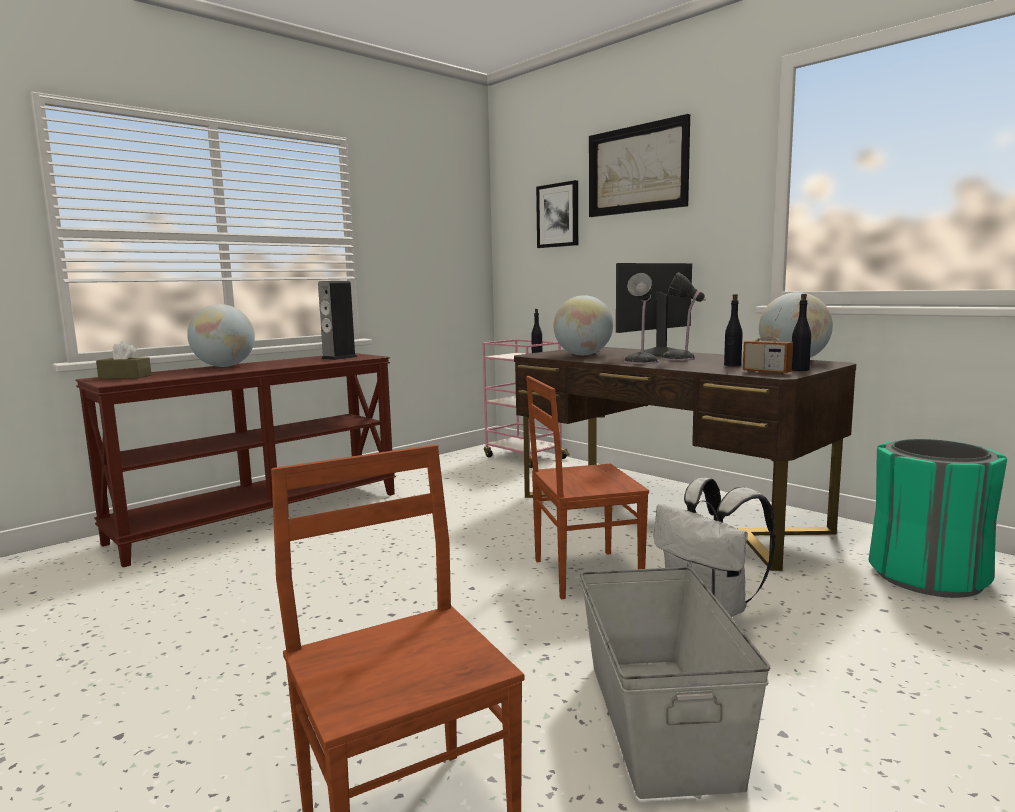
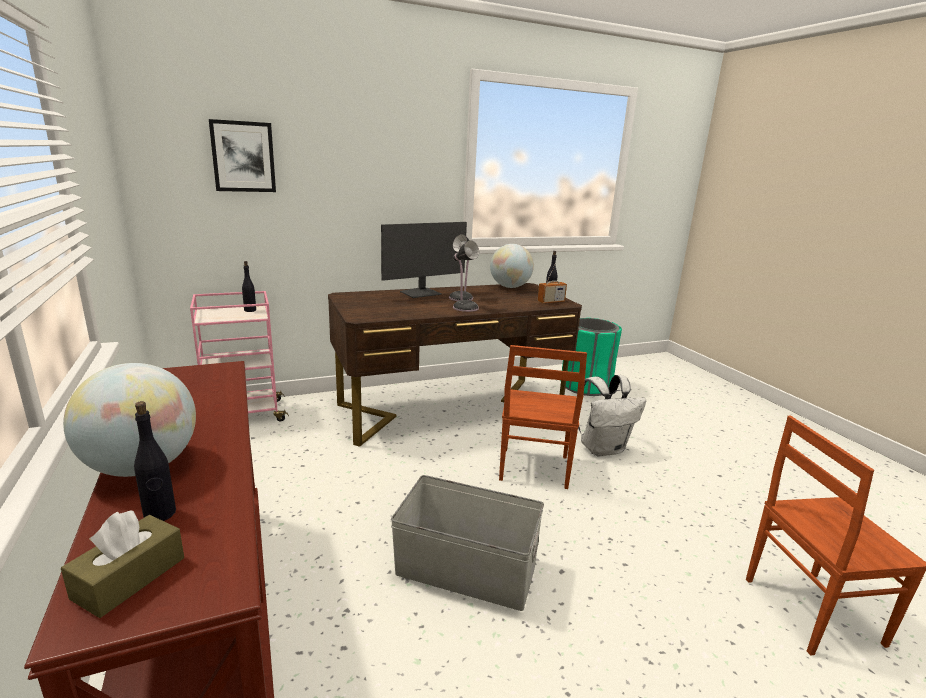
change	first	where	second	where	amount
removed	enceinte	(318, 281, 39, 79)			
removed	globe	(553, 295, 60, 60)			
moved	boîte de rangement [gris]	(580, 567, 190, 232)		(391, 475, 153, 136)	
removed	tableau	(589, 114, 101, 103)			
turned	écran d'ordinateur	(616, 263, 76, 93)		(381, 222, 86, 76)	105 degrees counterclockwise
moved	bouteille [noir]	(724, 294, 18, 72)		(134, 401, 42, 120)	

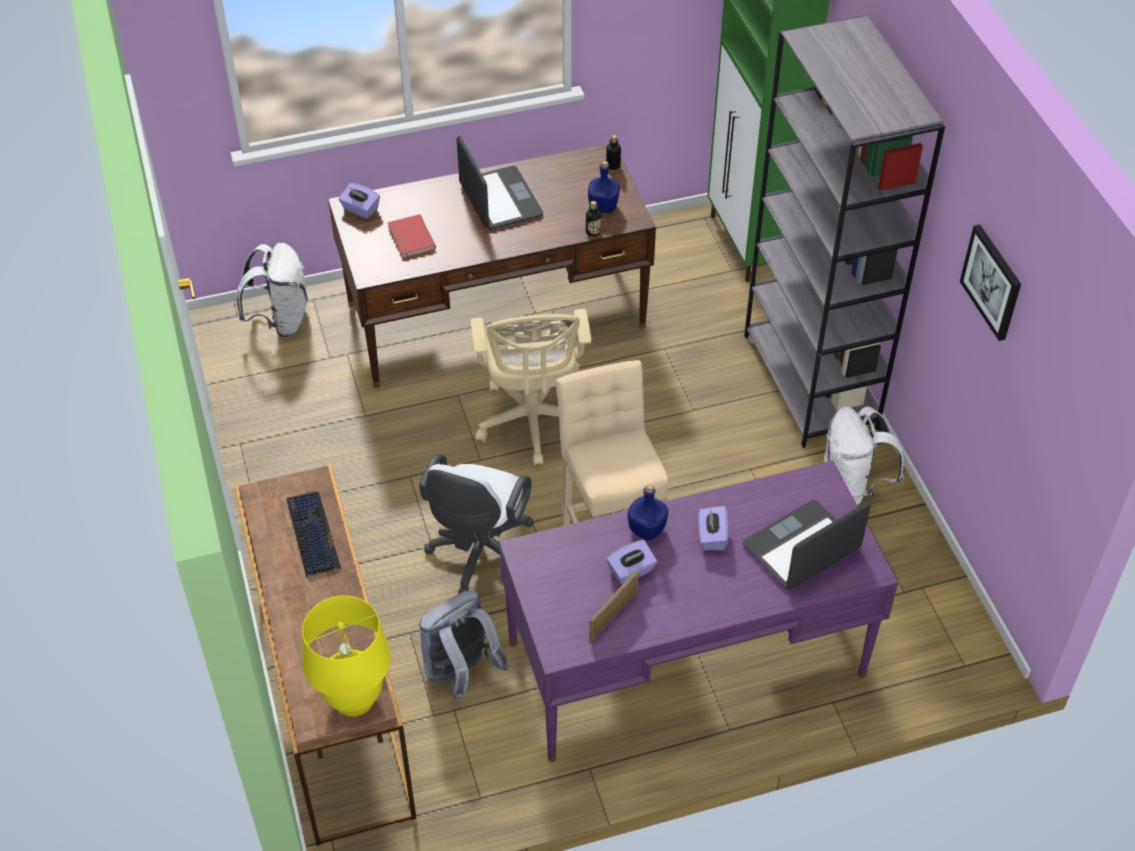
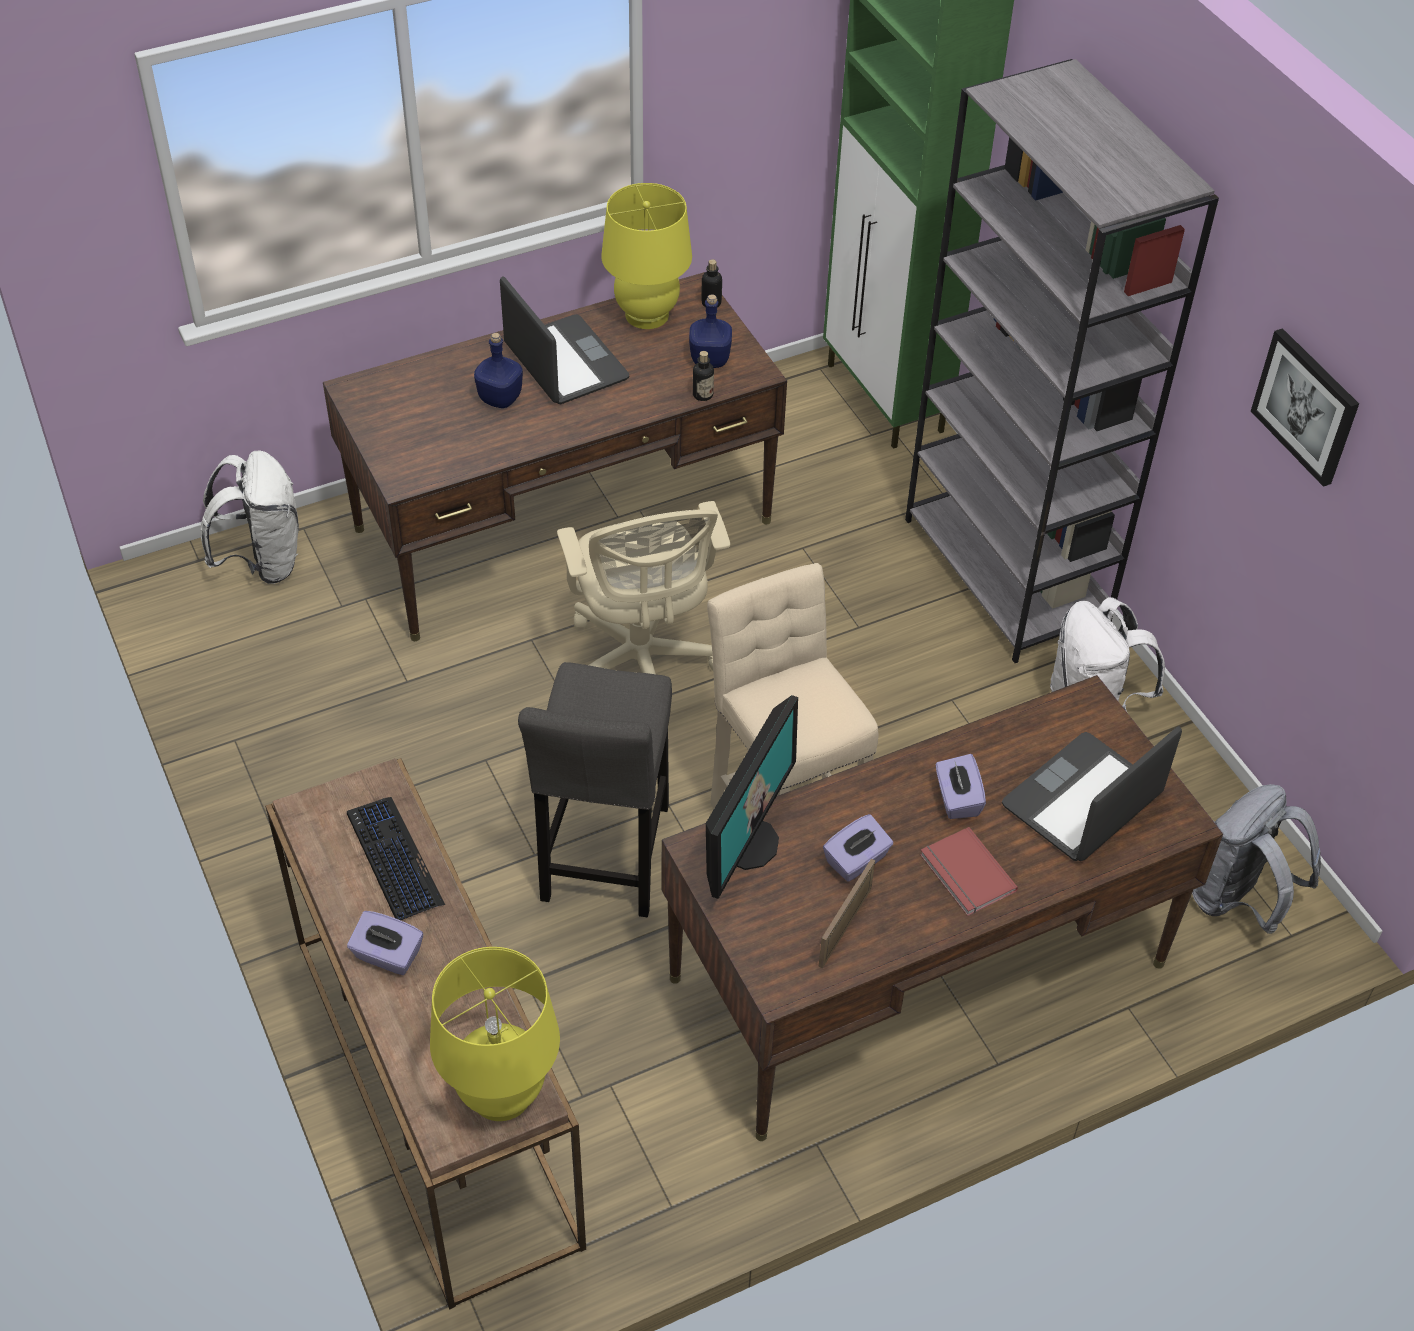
change	first	where	second	where	amount
moved	boîte à mouchoirs [violet]	(339, 183, 41, 36)		(347, 911, 76, 64)	
moved	livre [rouge]	(387, 214, 49, 44)		(920, 827, 98, 89)	
replaced	chaise de bureau [blanc]	(419, 454, 116, 140)	tabouret [gris]	(518, 662, 154, 255)	
moved	sac à dos [gris]	(419, 590, 91, 111)		(1192, 784, 129, 150)	
recoloured	bureau [violet]	(499, 461, 399, 301)	bureau [marron]	(662, 675, 561, 466)	
moved	bouteille [bleu]	(628, 484, 40, 56)		(474, 333, 49, 75)	
added			lampe de table [jaune]	(601, 183, 91, 146)	
added			écran d'ordinateur	(706, 695, 92, 204)	

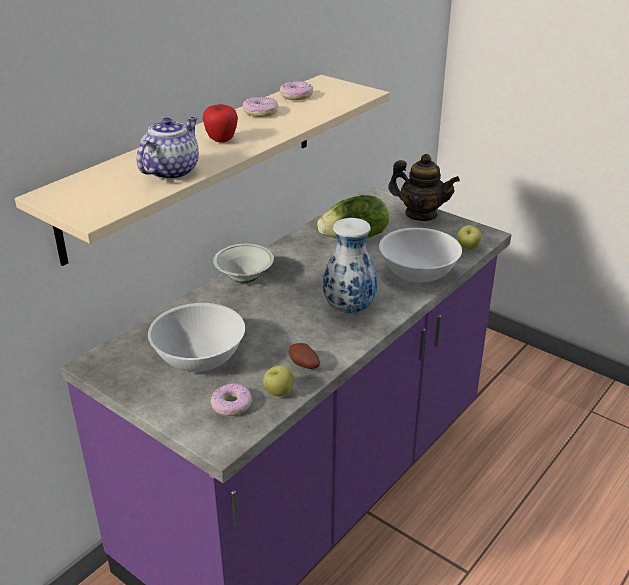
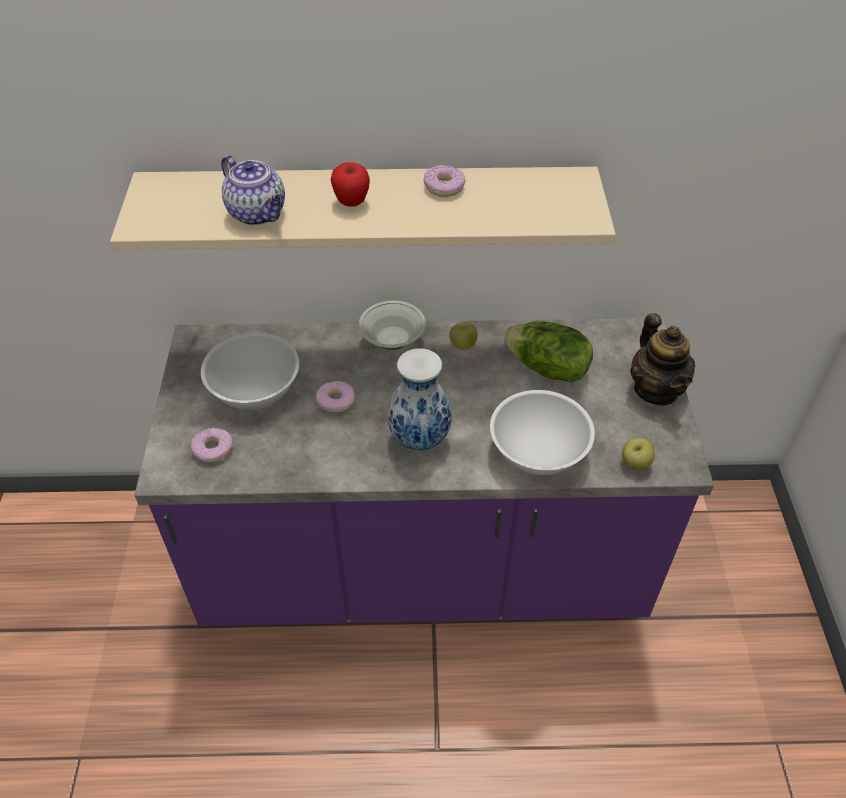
change	first	where	second	where	amount
turned	théière	(137, 117, 62, 63)		(221, 155, 64, 70)	60 degrees clockwise
moved	pomme	(263, 366, 31, 30)		(449, 322, 29, 28)	
moved	beignet	(280, 81, 33, 19)		(316, 381, 39, 32)	
removed	pomme de terre	(289, 343, 31, 26)			

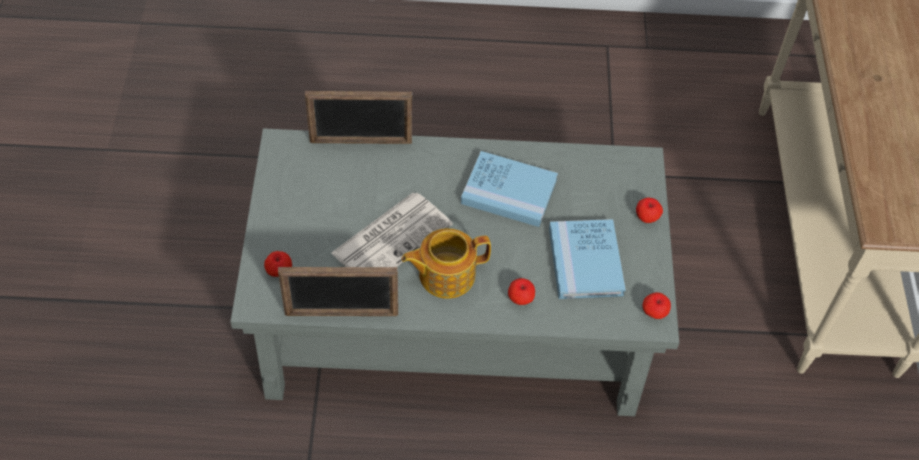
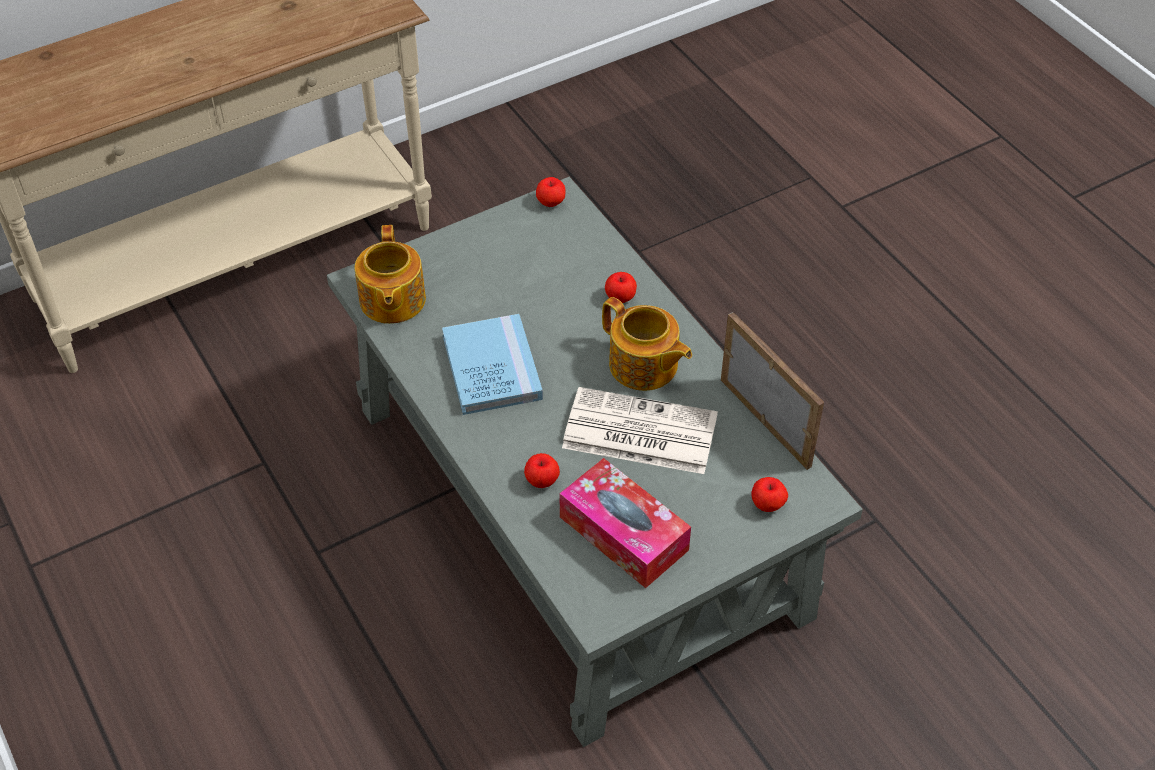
change	first	where	second	where	amount
removed	cadre photo	(305, 91, 107, 53)			
removed	livre [bleu]	(549, 219, 77, 80)			
moved	pomme	(636, 198, 27, 25)		(524, 453, 36, 35)	
added			théière	(355, 225, 71, 99)	
added			boîte à mouchoirs	(559, 458, 132, 130)	

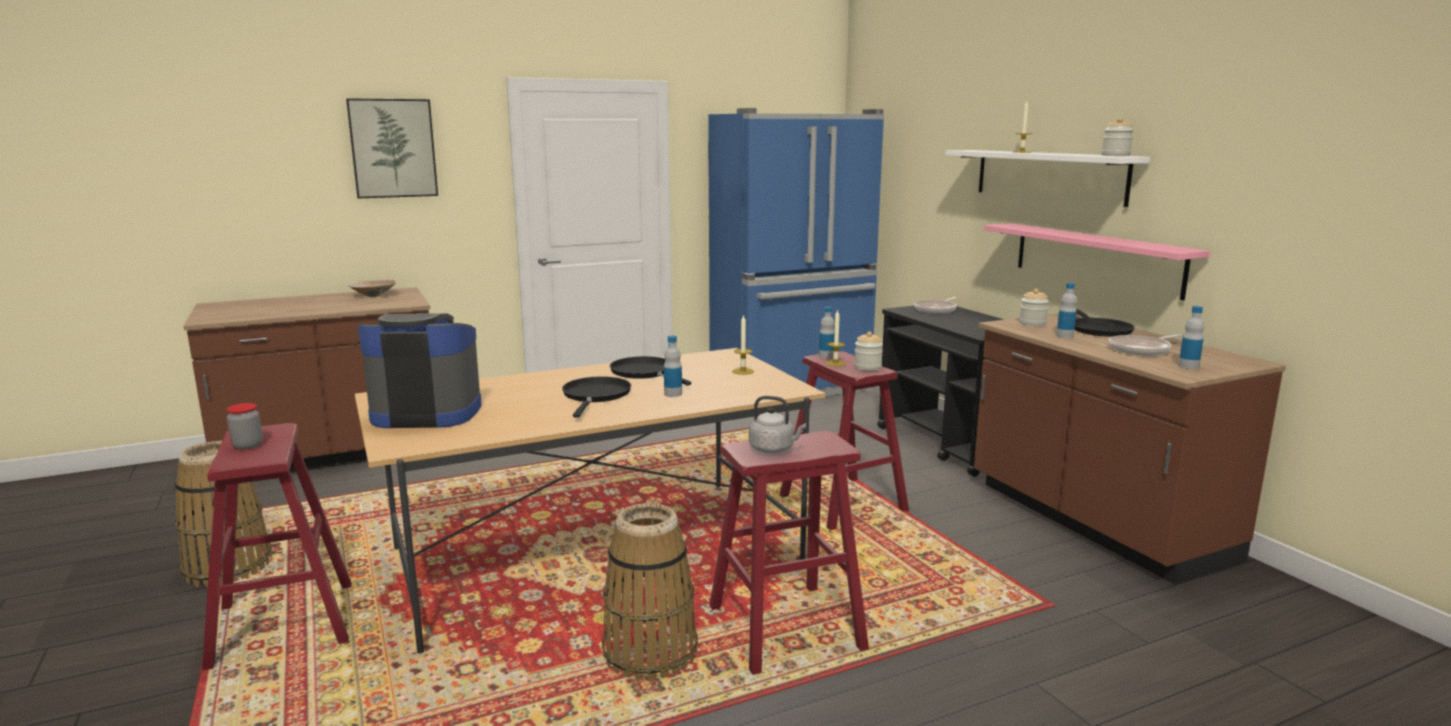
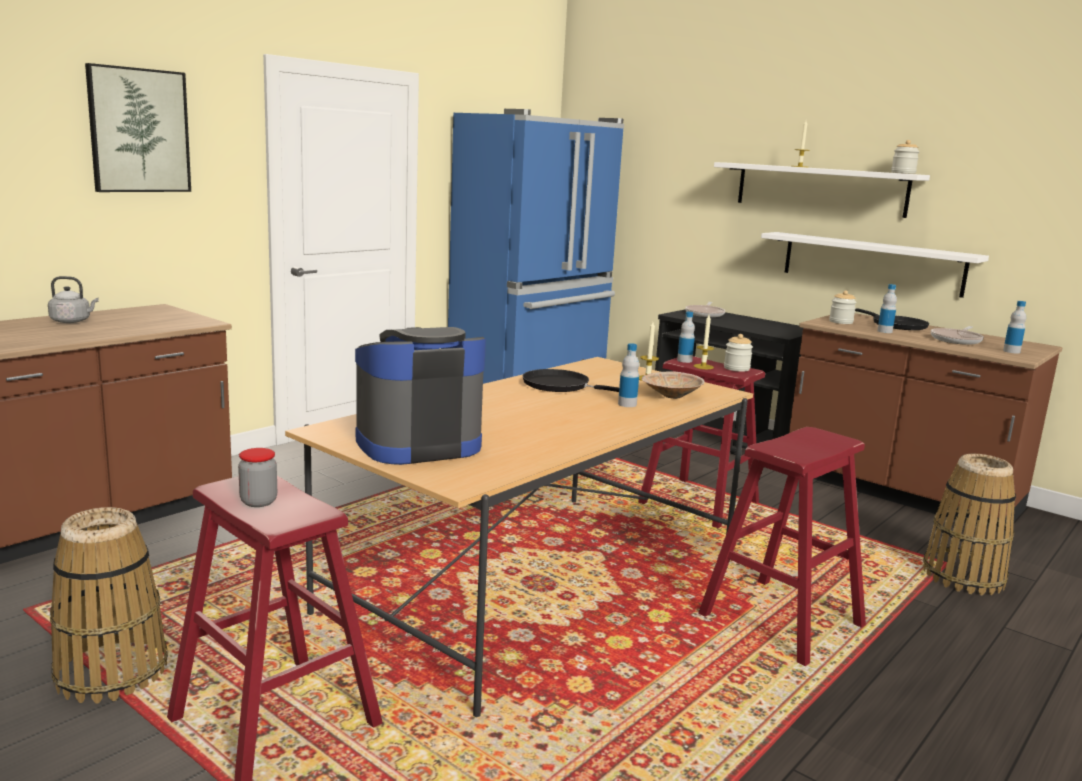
change	first	where	second	where	amount
moved	bol [beige]	(348, 279, 49, 18)		(642, 371, 63, 28)	
removed	poêle [noir]	(562, 377, 69, 41)			
moved	panier	(602, 503, 96, 177)		(923, 454, 93, 141)	
moved	bouilloire [gris]	(749, 396, 57, 57)		(48, 276, 51, 47)	
recoloured	étagère [rose]	(984, 223, 226, 77)	étagère [blanc]	(761, 232, 228, 66)	

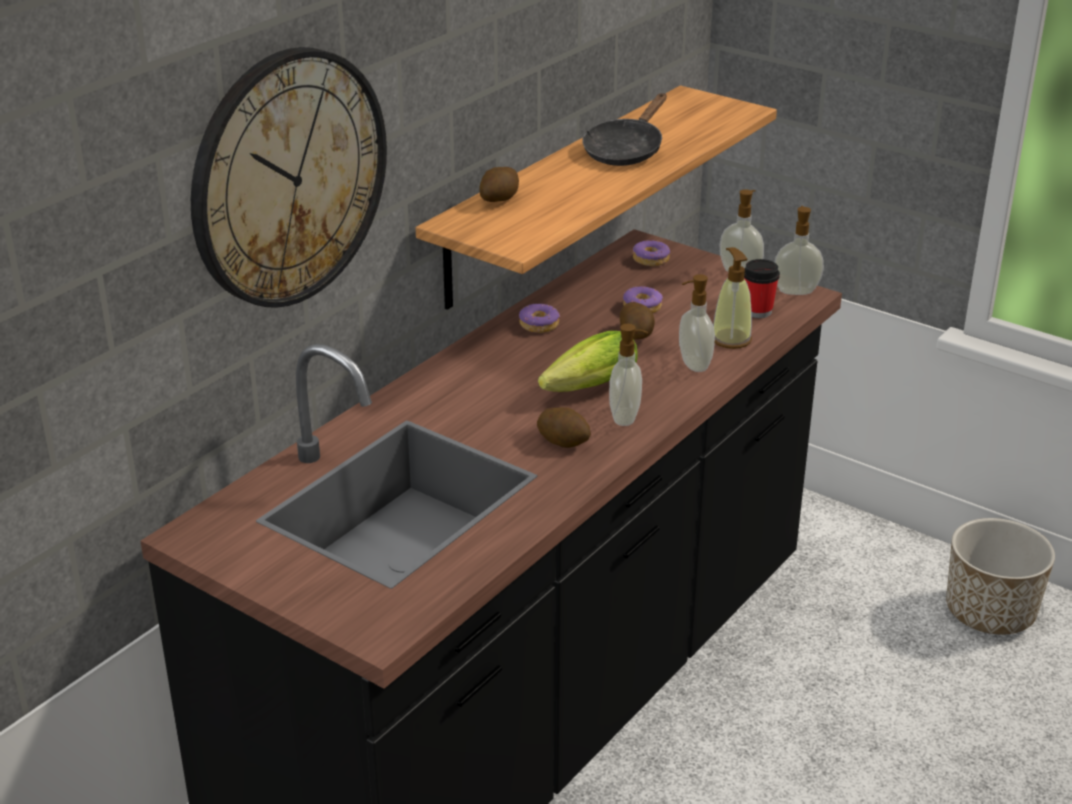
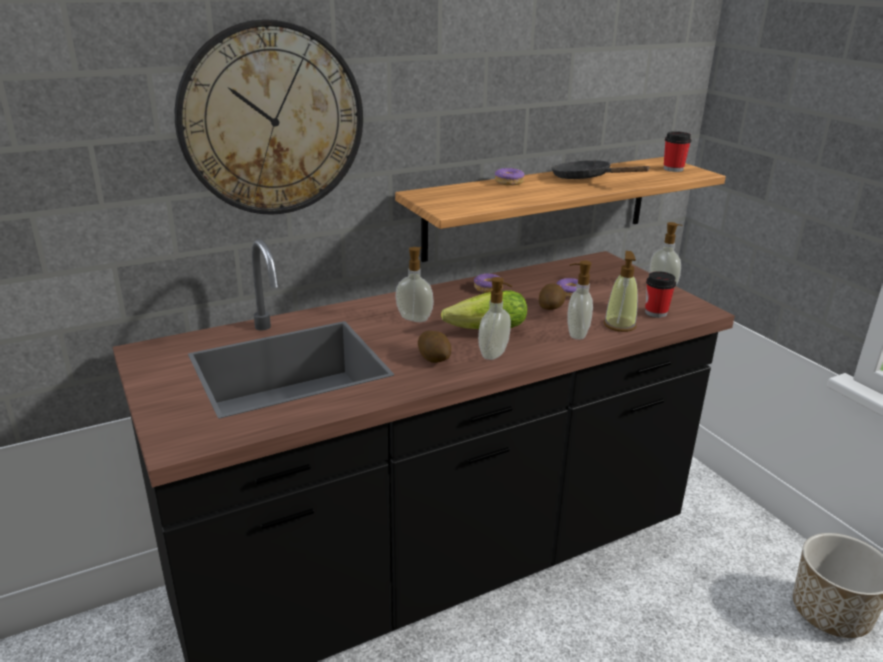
change	first	where	second	where	amount
removed	pomme de terre	(479, 167, 40, 35)			
turned	poêle [noir]	(582, 93, 85, 73)		(551, 160, 99, 19)	75 degrees clockwise
moved	beignet	(633, 240, 37, 26)		(495, 168, 29, 18)	
moved	distributeur de savon	(774, 206, 50, 89)		(395, 247, 39, 75)	
added			tasse	(663, 131, 28, 41)	

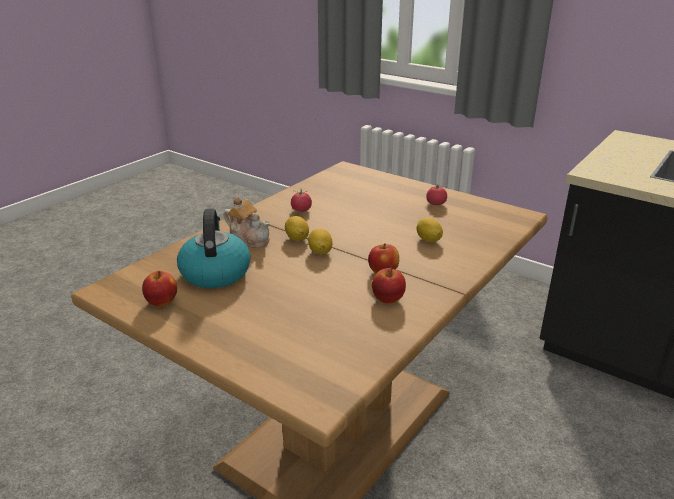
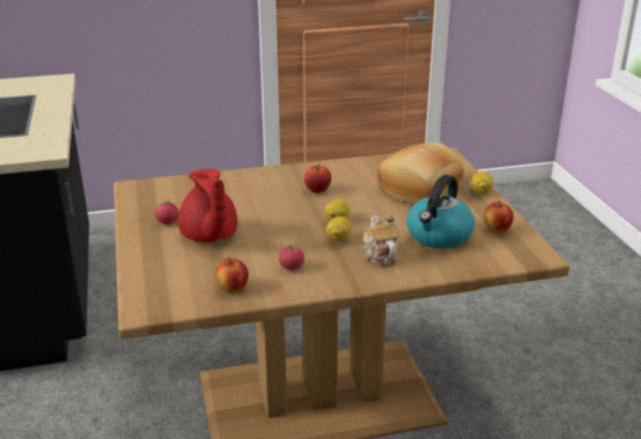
change	first	where	second	where	amount
moved	pomme	(372, 268, 34, 36)		(216, 257, 32, 35)	
moved	citron	(417, 218, 26, 24)		(471, 172, 22, 22)	
added			théière [rouge]	(178, 168, 60, 74)	
added			pain	(377, 142, 87, 62)	

